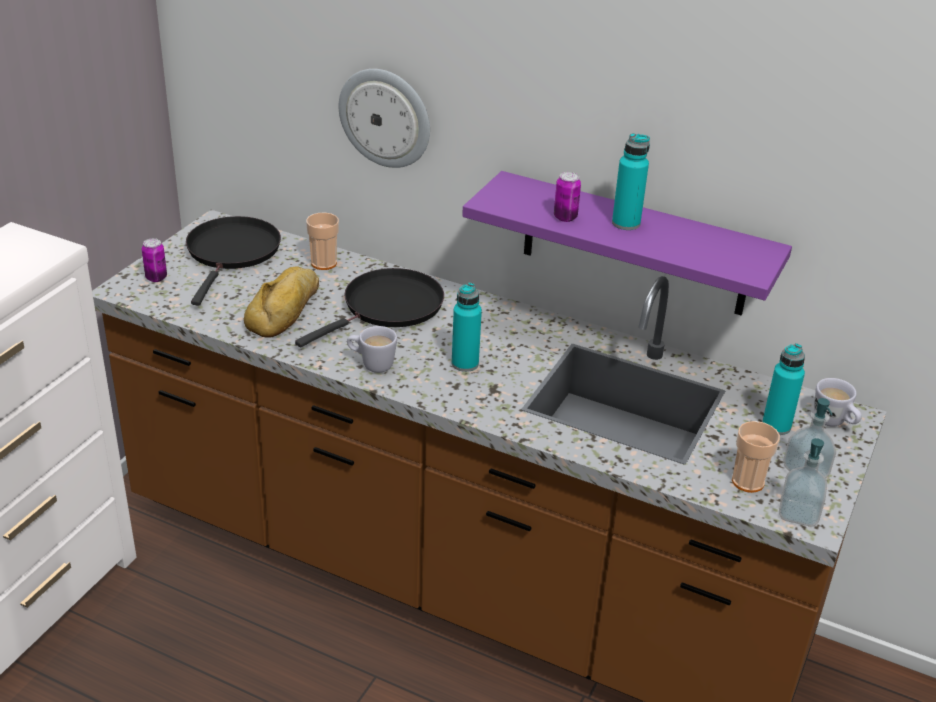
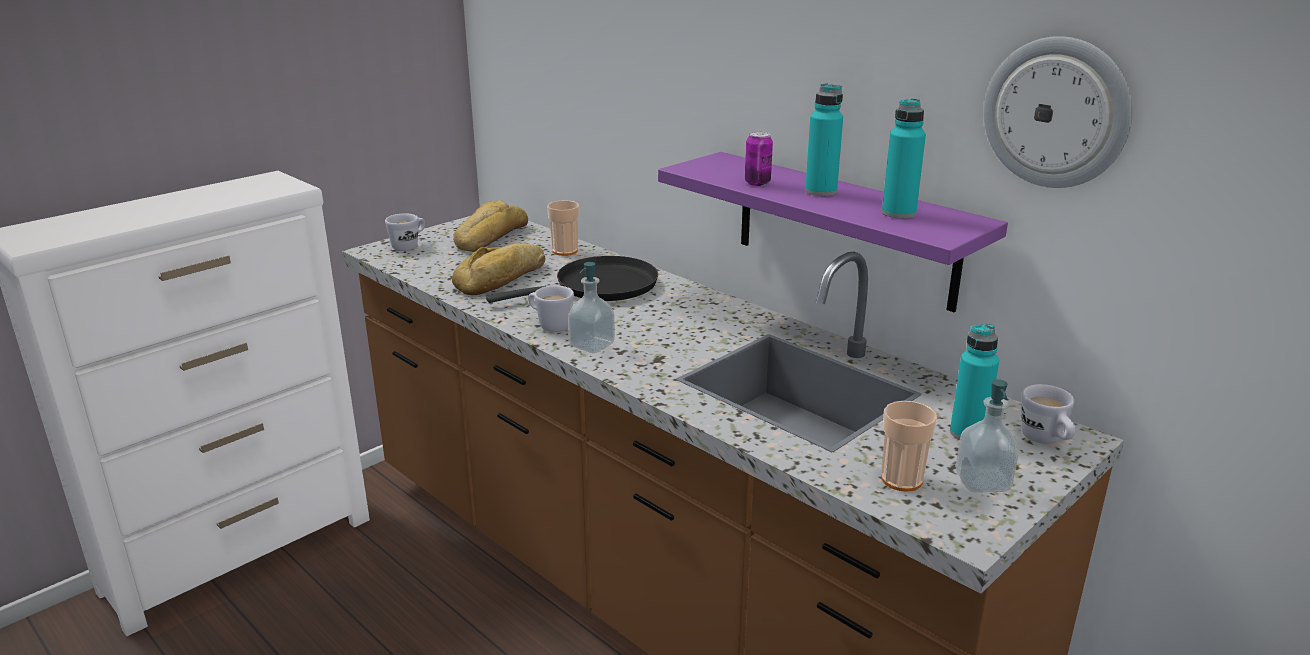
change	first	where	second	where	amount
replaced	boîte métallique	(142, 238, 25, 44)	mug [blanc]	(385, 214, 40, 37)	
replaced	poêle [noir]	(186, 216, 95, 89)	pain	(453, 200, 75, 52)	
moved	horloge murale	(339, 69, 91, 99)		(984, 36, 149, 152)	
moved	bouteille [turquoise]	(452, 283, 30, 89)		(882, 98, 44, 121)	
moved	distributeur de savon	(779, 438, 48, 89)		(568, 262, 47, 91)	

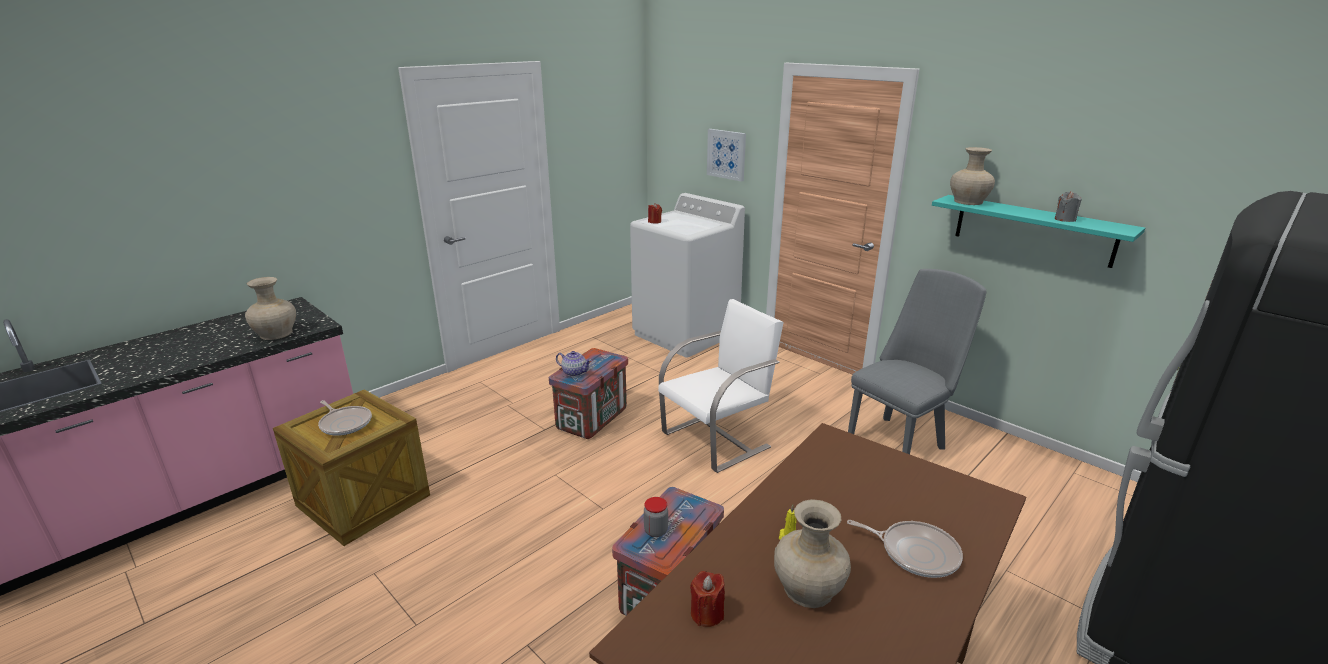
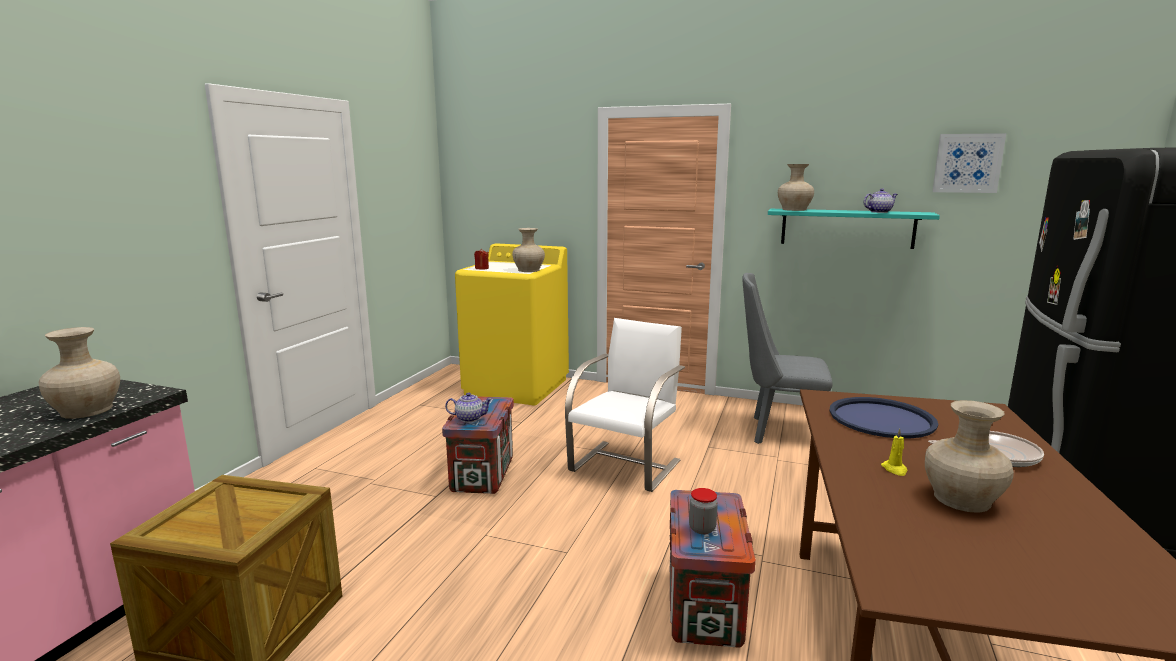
change	first	where	second	where	amount
removed	poêle	(318, 400, 54, 36)			
recoloured	lave-linge [blanc]	(630, 193, 115, 165)	lave-linge [jaune]	(455, 243, 114, 162)	
removed	bougie [rouge]	(690, 571, 35, 56)			
moved	tableau	(707, 129, 39, 53)		(932, 133, 74, 60)	
turned	chaise [gris]	(848, 269, 139, 185)		(742, 273, 90, 171)	105 degrees counterclockwise
replaced	bougie [gris]	(1055, 191, 27, 31)	théière	(864, 188, 34, 25)	
added			vase [beige]	(512, 228, 33, 44)	
added			plateau [bleu]	(829, 397, 109, 42)	

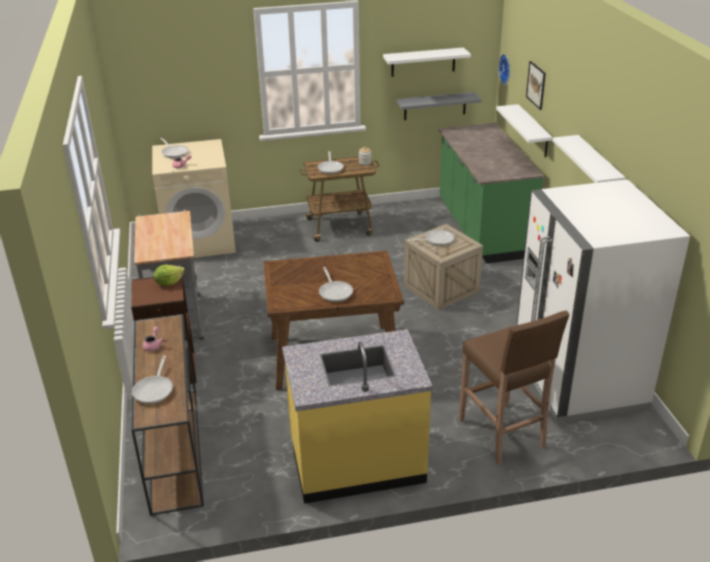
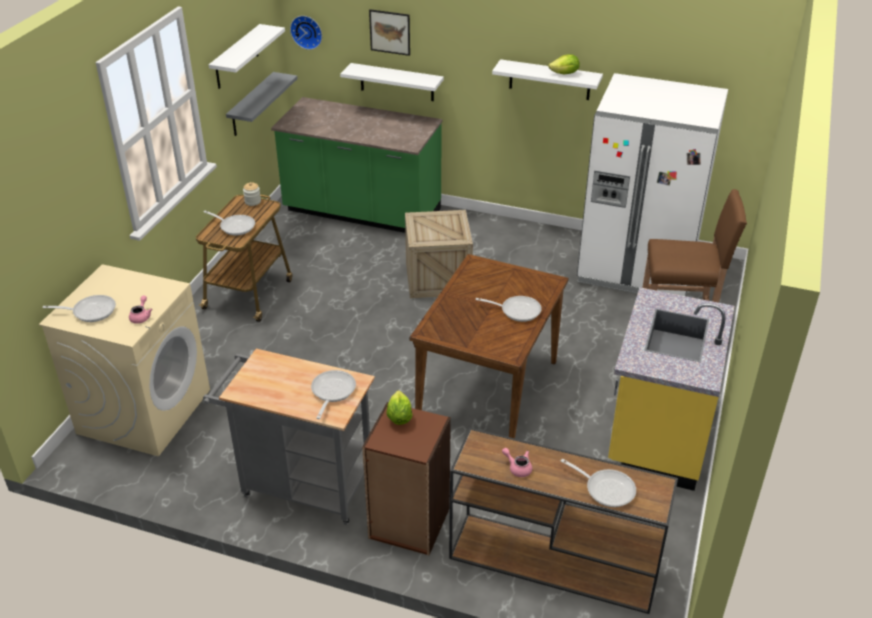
change	first	where	second	where	amount
moved	poêle	(408, 229, 47, 17)		(311, 370, 45, 49)	
added			laitue	(548, 54, 32, 20)	

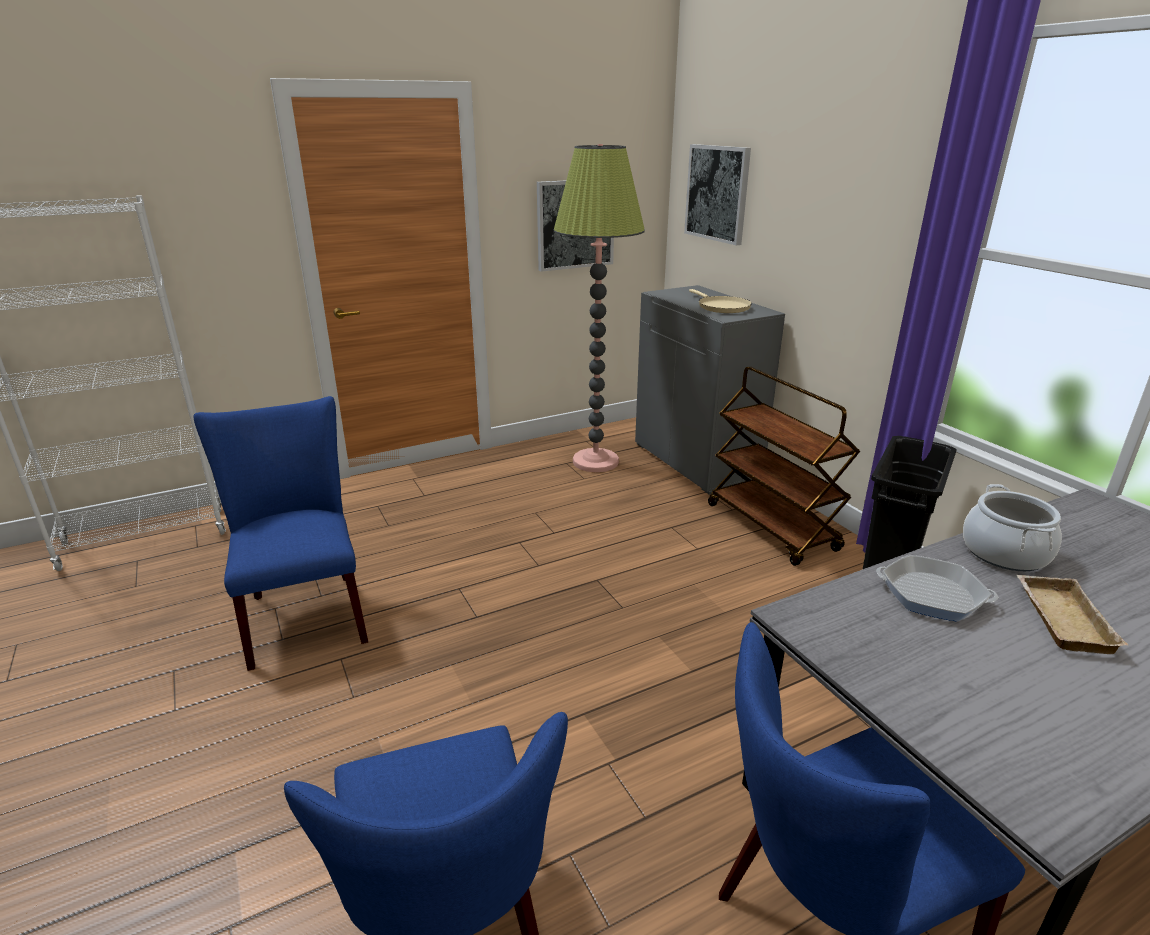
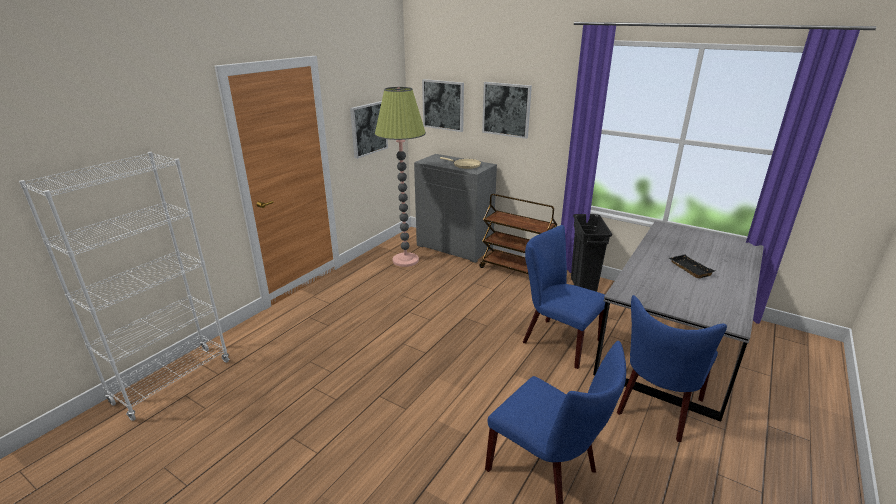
change	first	where	second	where	amount
moved	chaise [bleu]	(194, 396, 174, 275)		(523, 225, 82, 144)	
removed	poêle	(876, 555, 122, 66)			
removed	marmite	(963, 484, 99, 87)			
recoloured	plateau [beige]	(1016, 575, 113, 79)	plateau [noir]	(669, 254, 46, 24)	
added			tableau	(482, 82, 50, 57)	

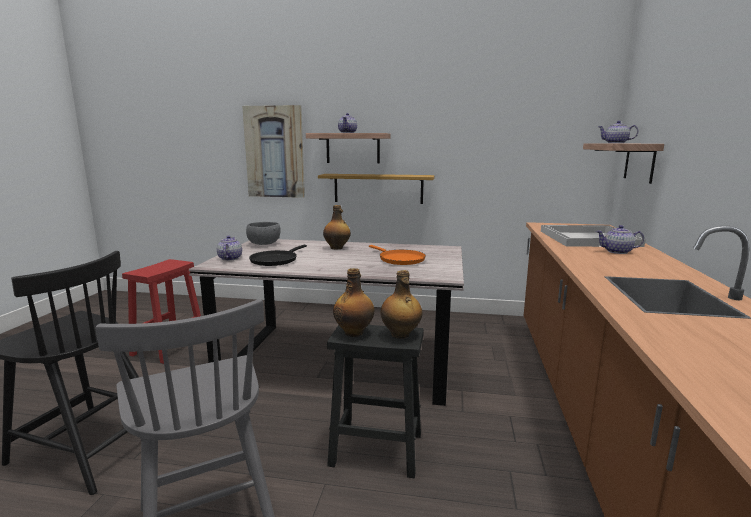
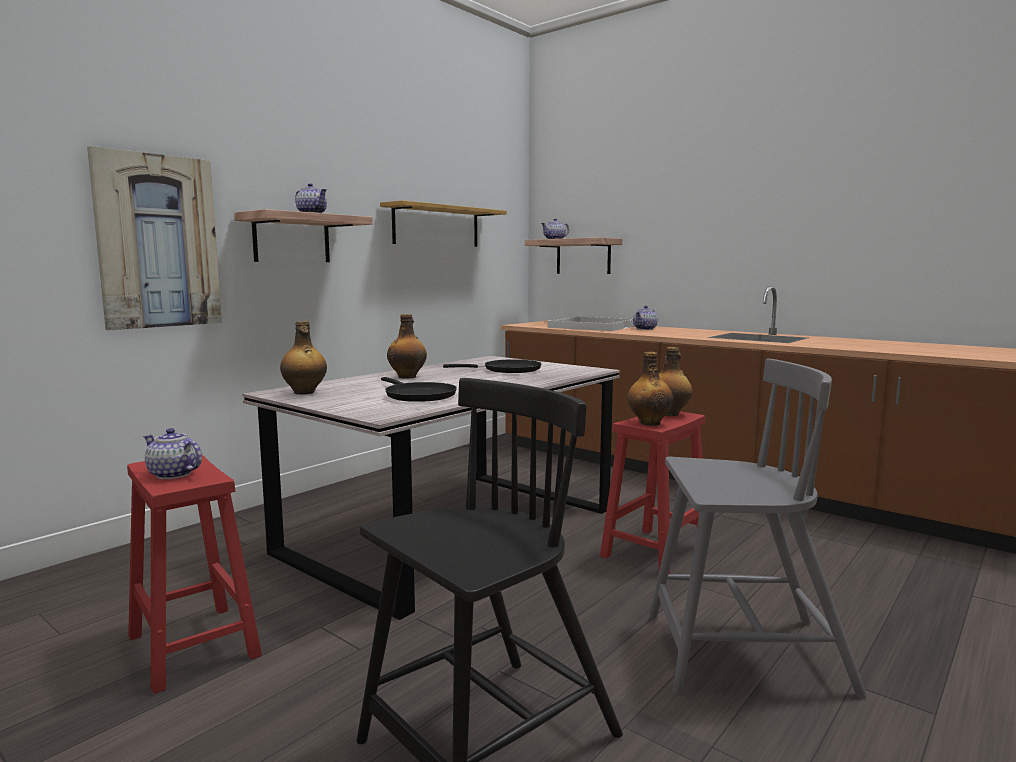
change	first	where	second	where	amount
moved	théière	(217, 236, 25, 25)		(143, 428, 59, 51)	
replaced	bol [gris]	(246, 222, 34, 23)	bouteille	(280, 321, 47, 74)	
moved	étagère	(318, 174, 117, 30)		(380, 200, 127, 47)	
recoloured	tabouret [noir]	(327, 325, 97, 153)	tabouret [rouge]	(600, 411, 105, 163)	
recoloured	poêle [orange]	(369, 245, 57, 20)	poêle [noir]	(443, 359, 98, 14)	

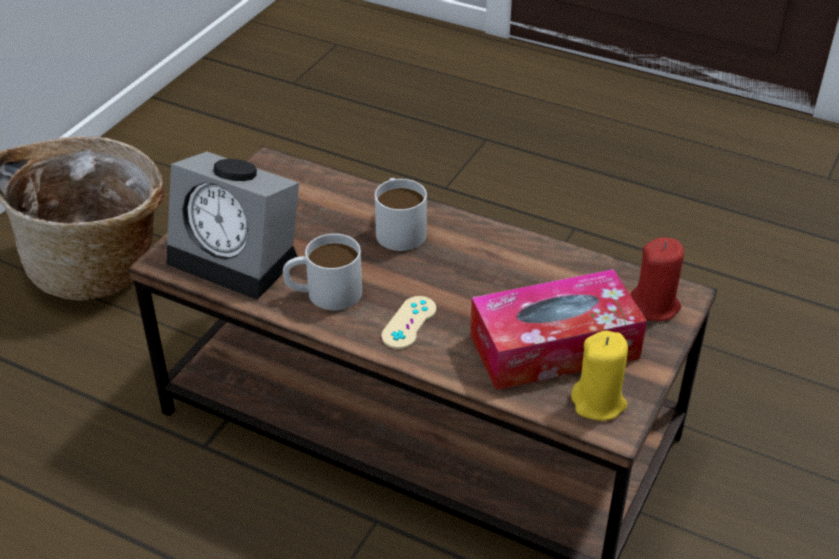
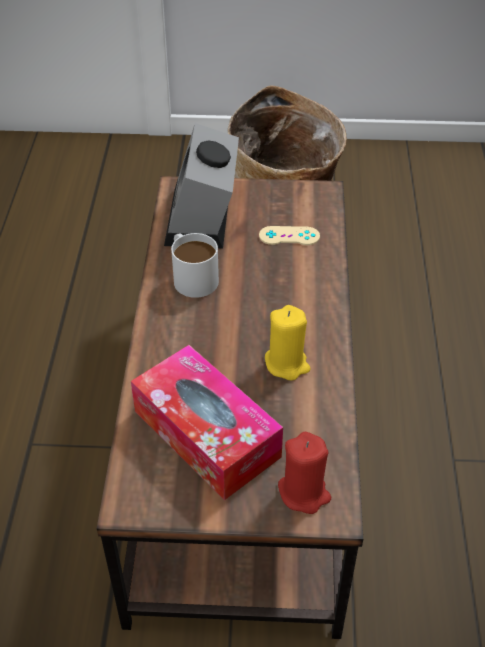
change	first	where	second	where	amount
removed	mug [blanc]	(375, 178, 52, 73)			
moved	manette [beige]	(381, 296, 55, 53)		(259, 226, 61, 19)	
moved	bougie [jaune]	(571, 331, 57, 90)		(265, 305, 46, 76)	

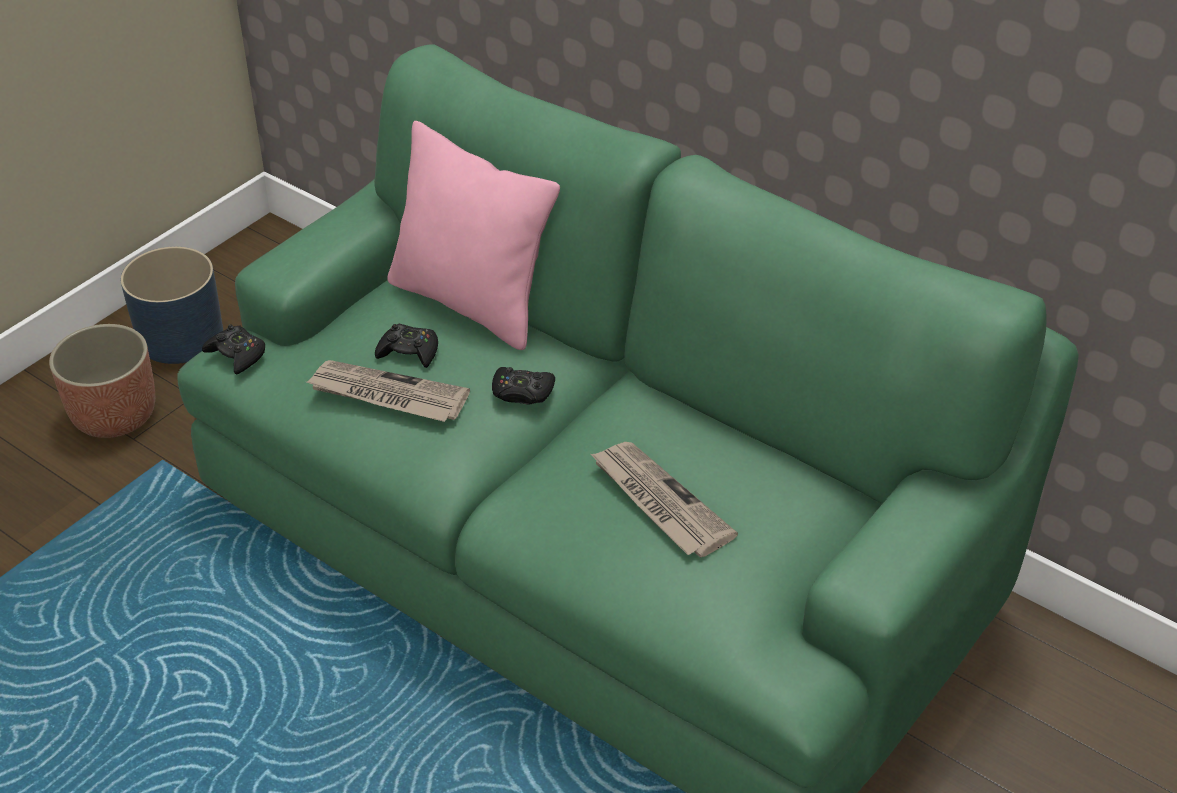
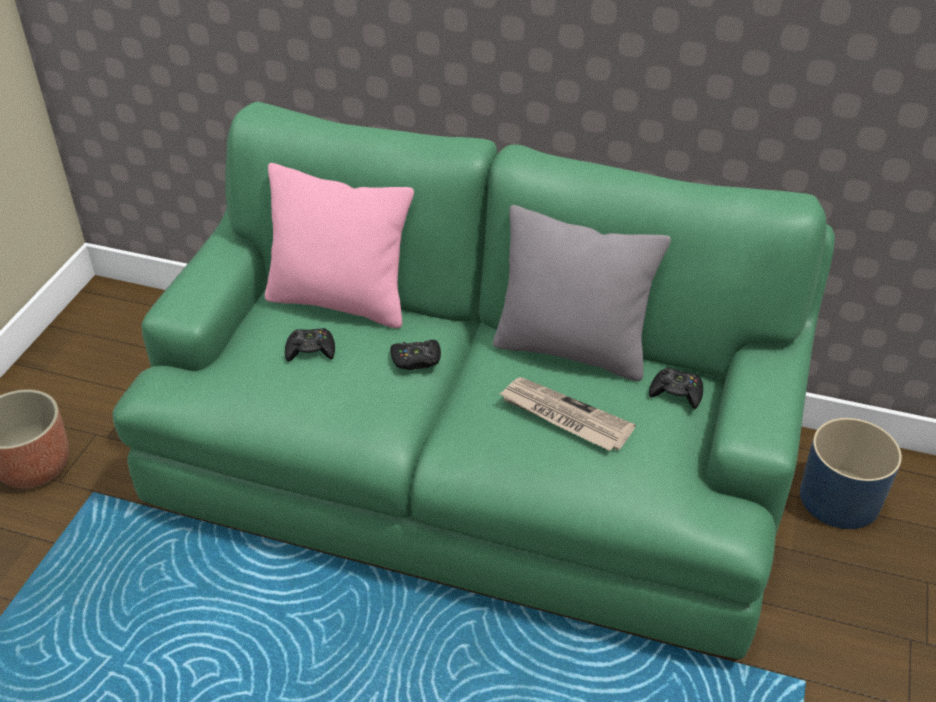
change	first	where	second	where	amount
moved	cache-pot [bleu]	(121, 247, 102, 117)		(800, 418, 102, 111)	
moved	manette [noir]	(202, 325, 63, 50)		(649, 367, 54, 42)	
removed	journal	(307, 360, 163, 62)			
added			coussin [gris]	(493, 205, 178, 176)	

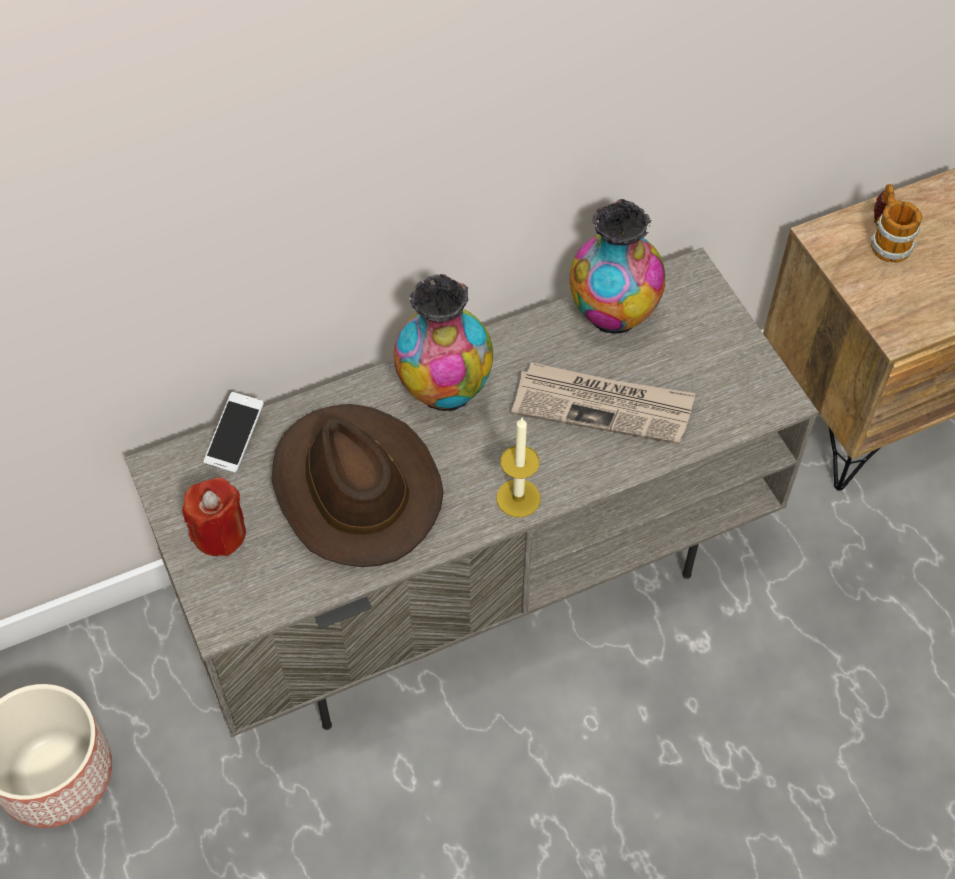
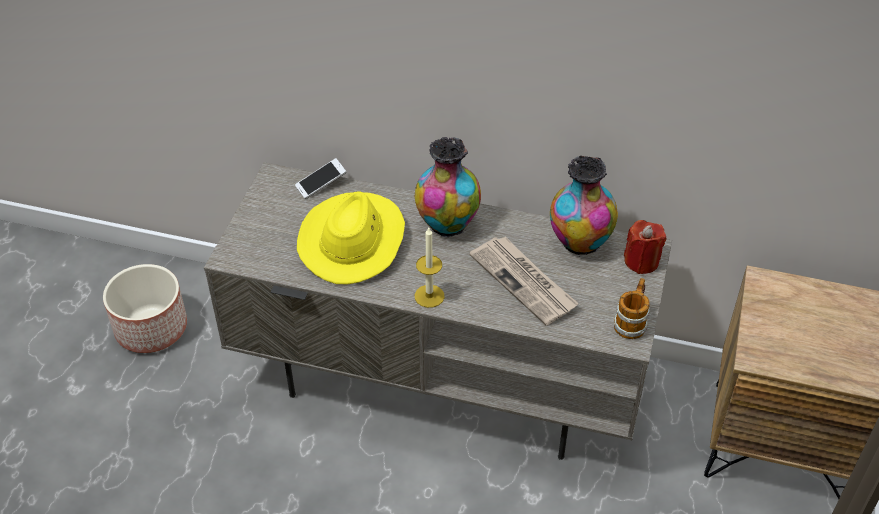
change	first	where	second	where	amount
moved	bougie [rouge]	(182, 477, 64, 79)		(624, 220, 42, 54)	
recoloured	chapeau [marron]	(272, 404, 172, 163)	chapeau [jaune]	(297, 191, 108, 93)	
moved	mug	(870, 184, 52, 79)		(613, 278, 37, 61)	

